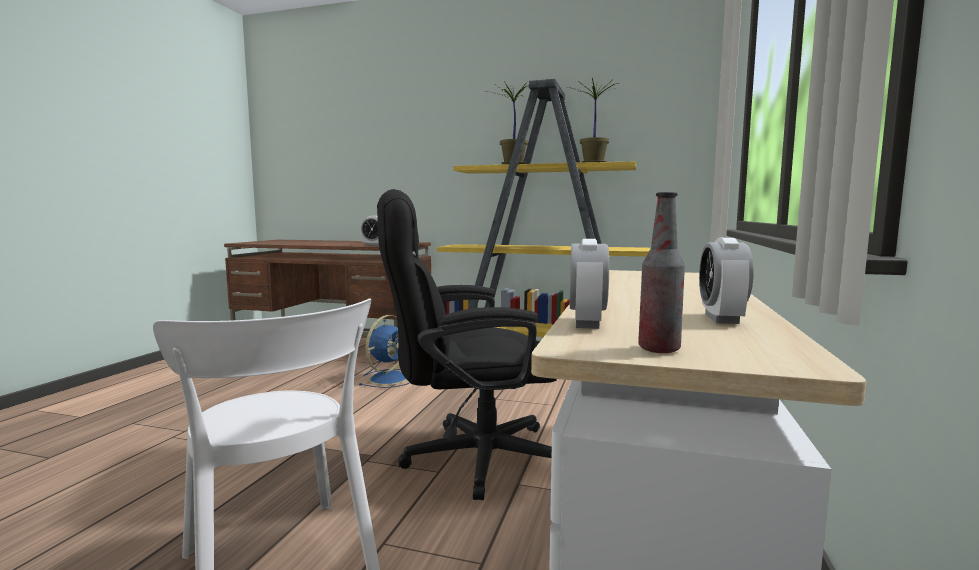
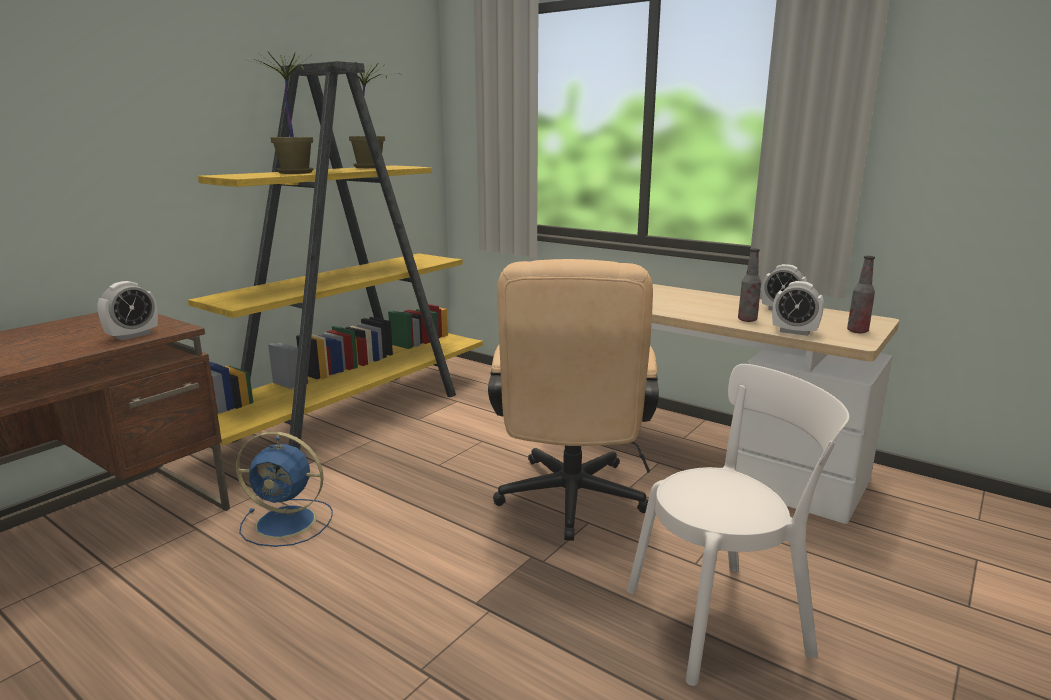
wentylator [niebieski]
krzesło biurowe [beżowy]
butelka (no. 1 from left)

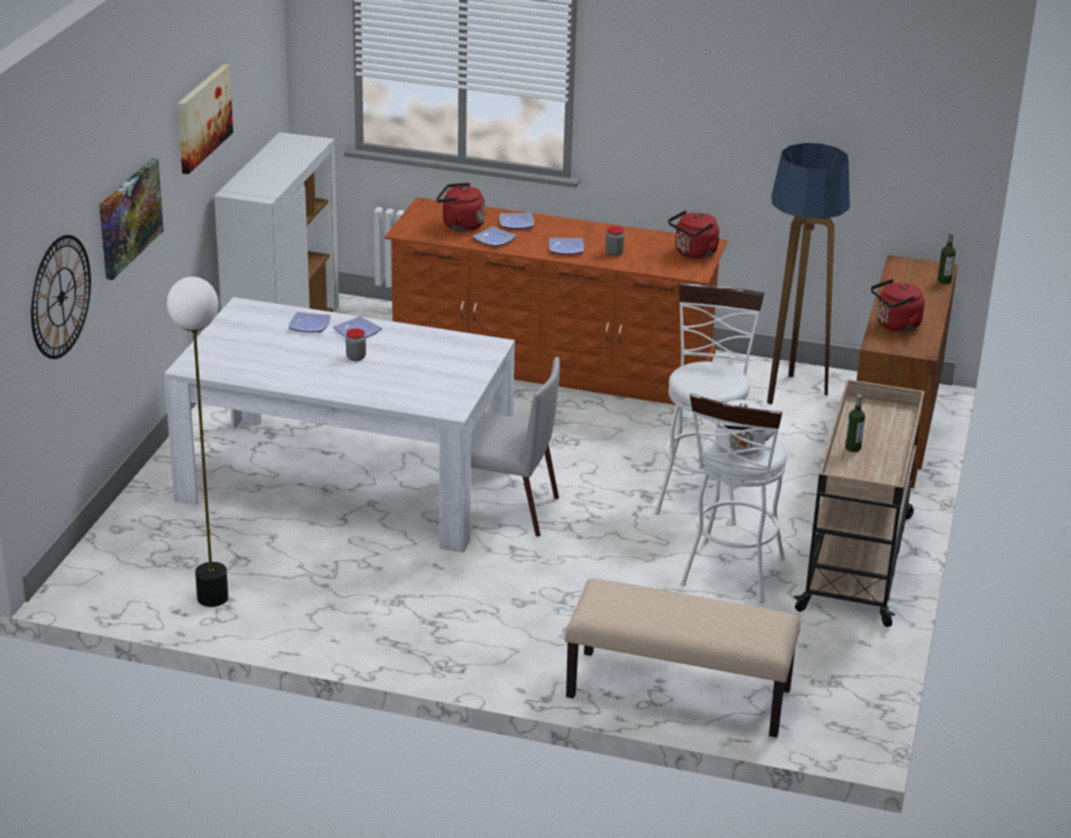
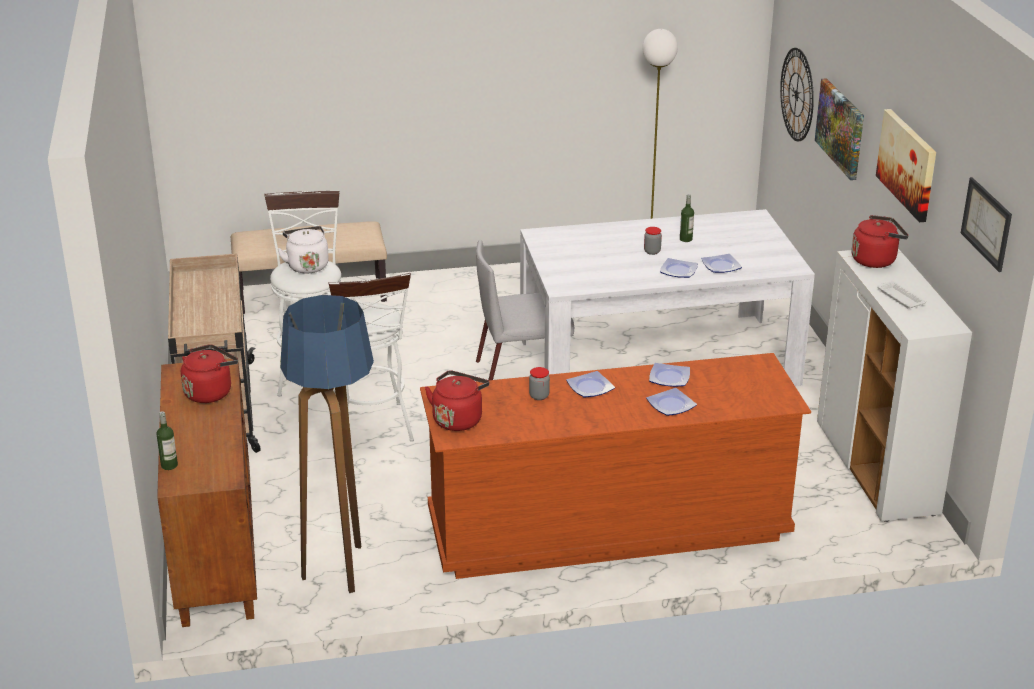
butelka (no. 2 from left)
czajnik [czerwony] (no. 3 from left)
taca [biały]
obraz (no. 3 from left)

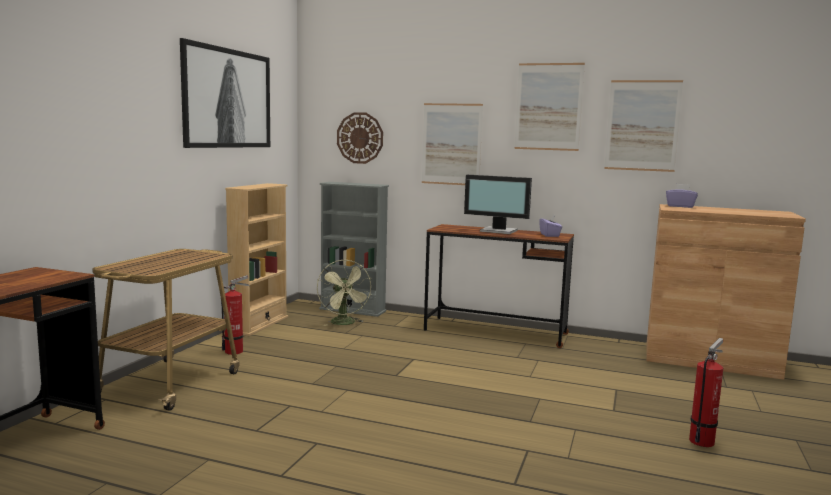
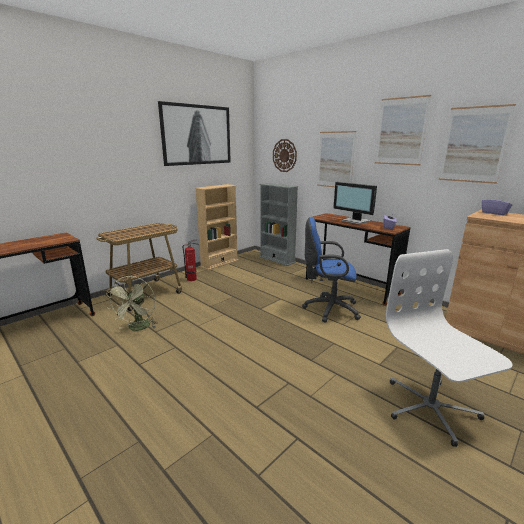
wentylator [zielony]
krzesło biurowe [niebieski]
krzesło biurowe [biały]

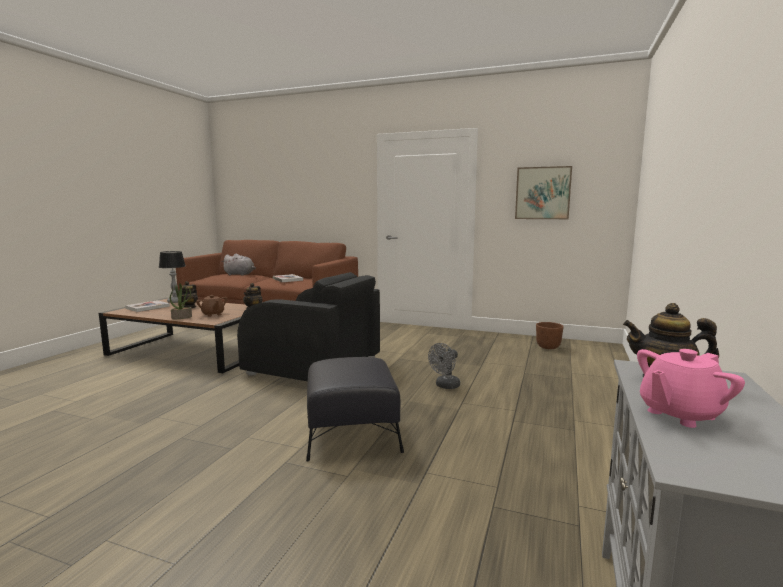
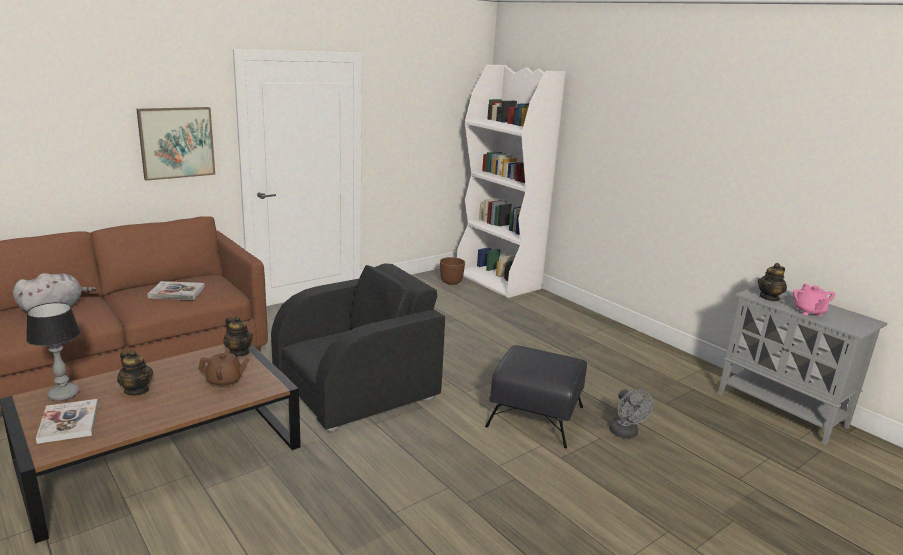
obraz
regał [biały]
wentylator [szary]
roślina doniczkowa

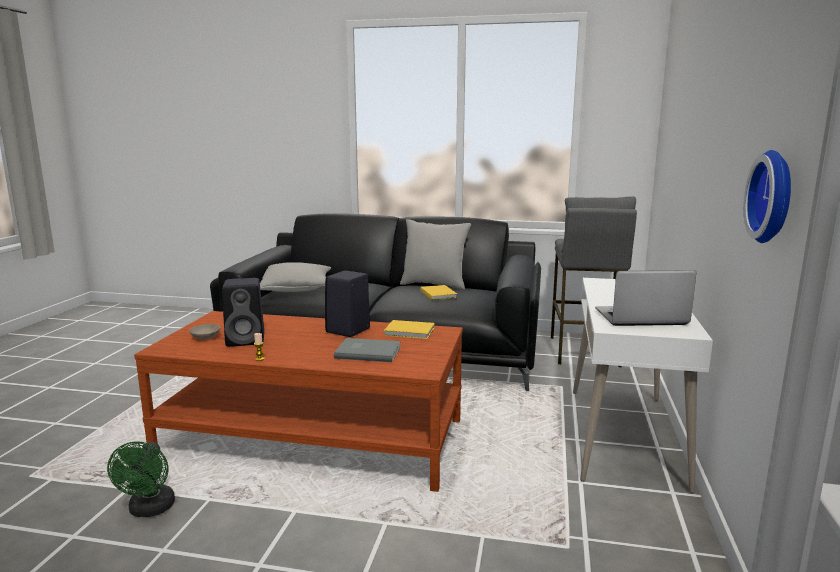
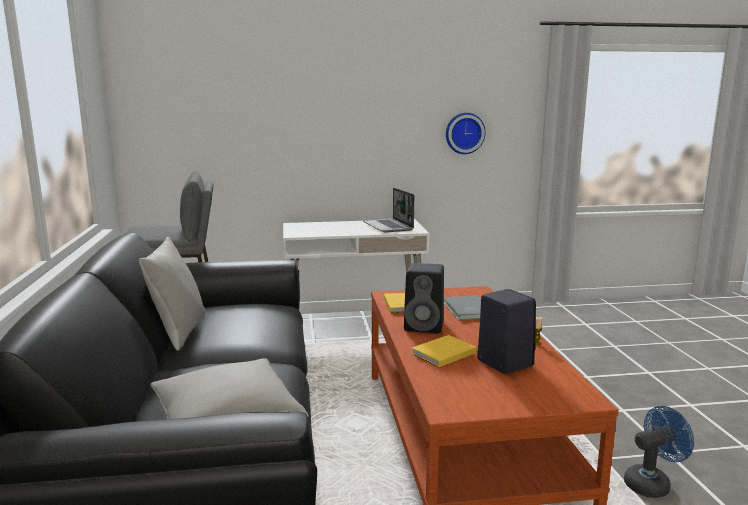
książka [żółty] (no. 2 from left)
wentylator [niebieski]
miska [beżowy]

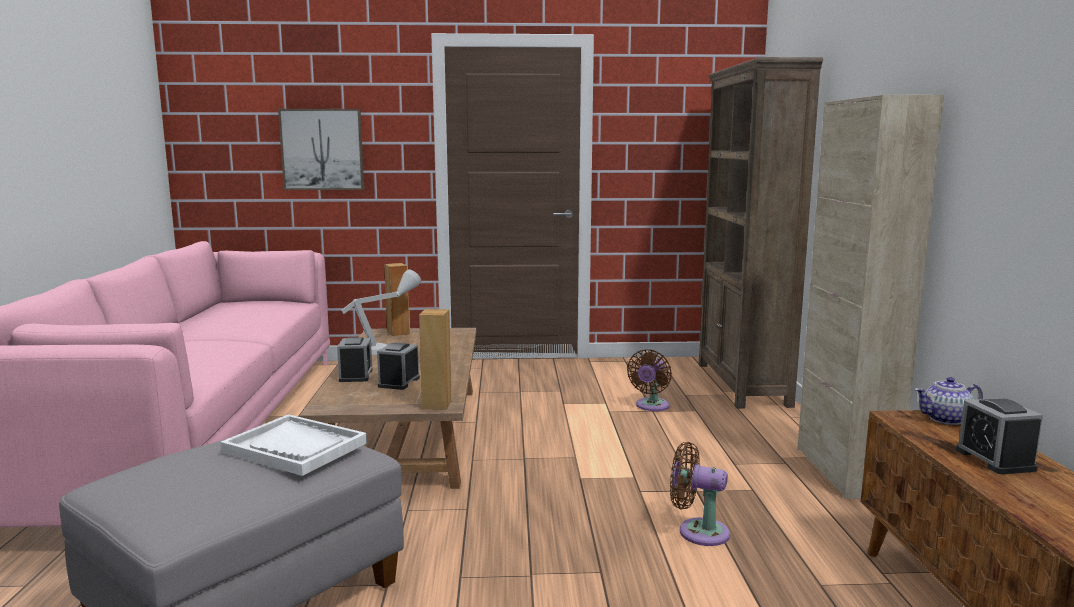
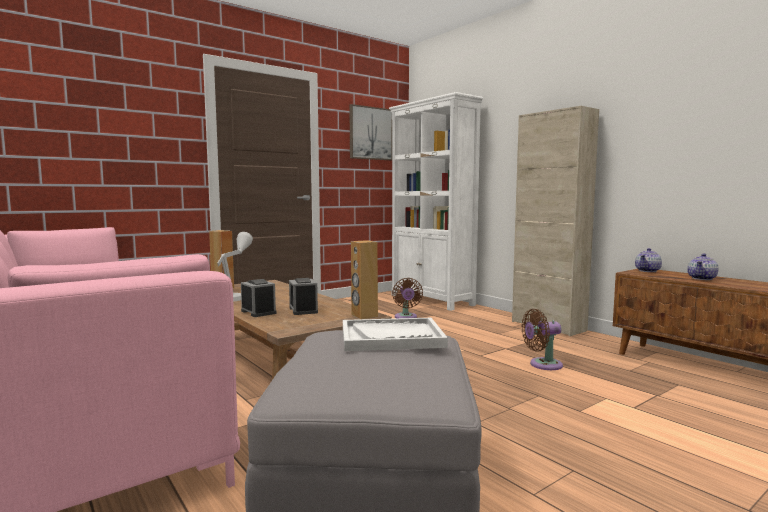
obraz
regał [biały]
imbryk (no. 2 from left)

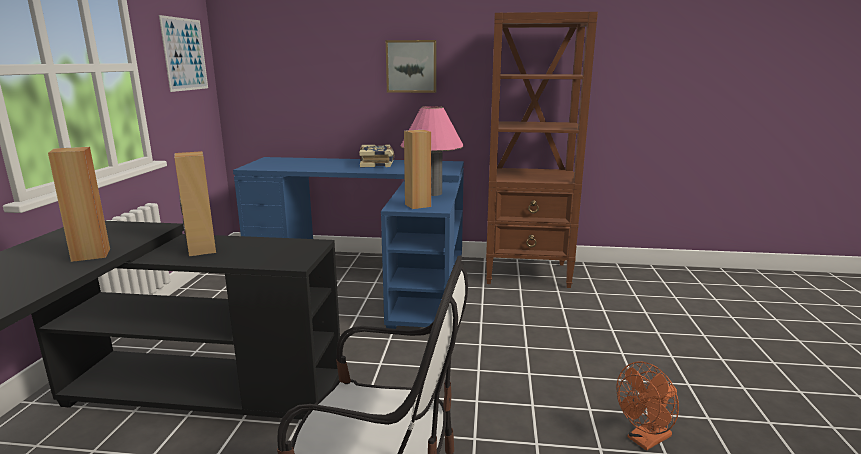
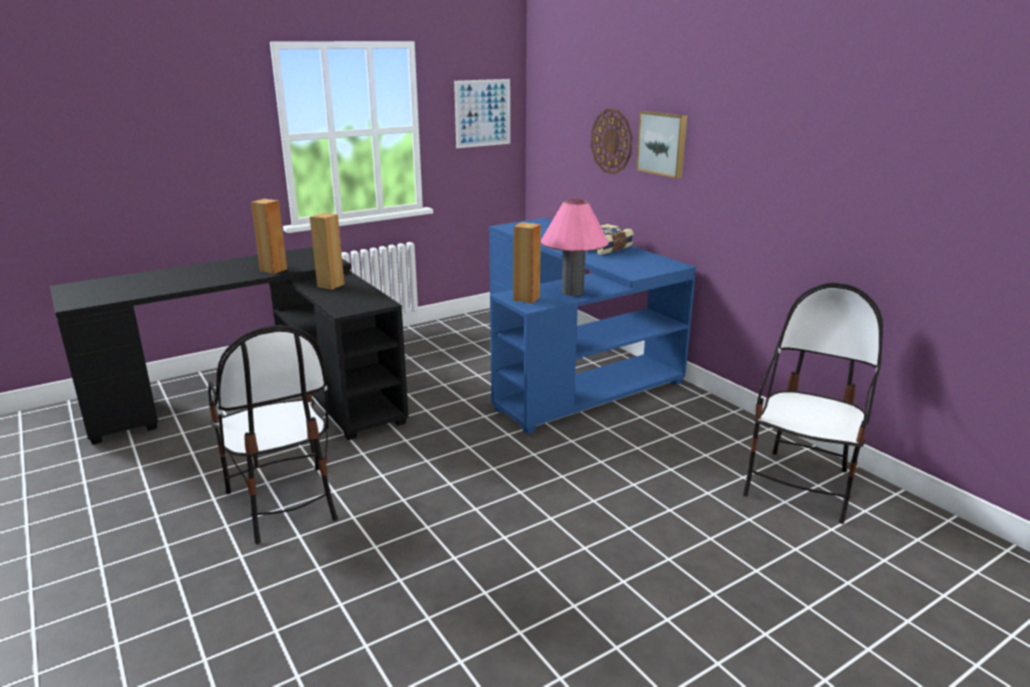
zegar ścienny
krzesło (no. 2 from left)
regał [brązowy]
wentylator [pomarańczowy]

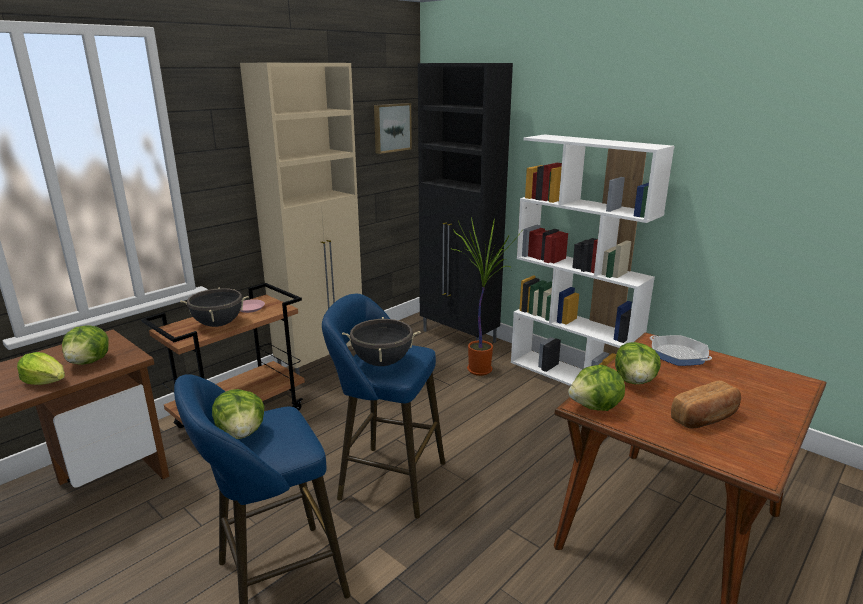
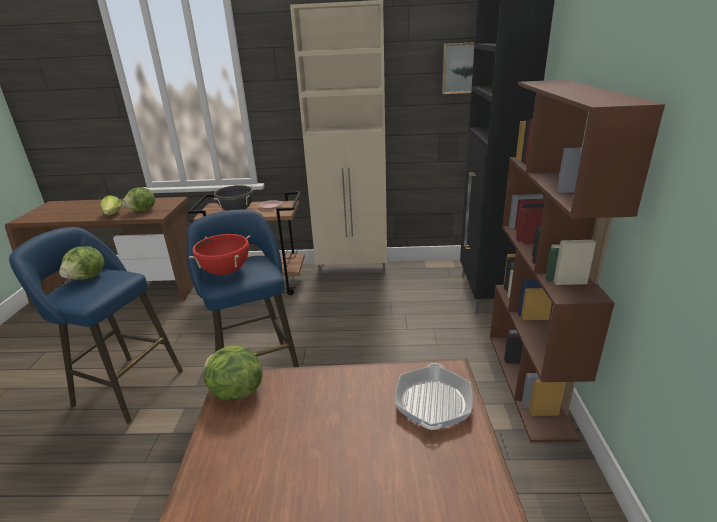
garnek [czerwony]
regał [brązowy]
roślina doniczkowa
sałata (no. 5 from left in the first image)
chleb

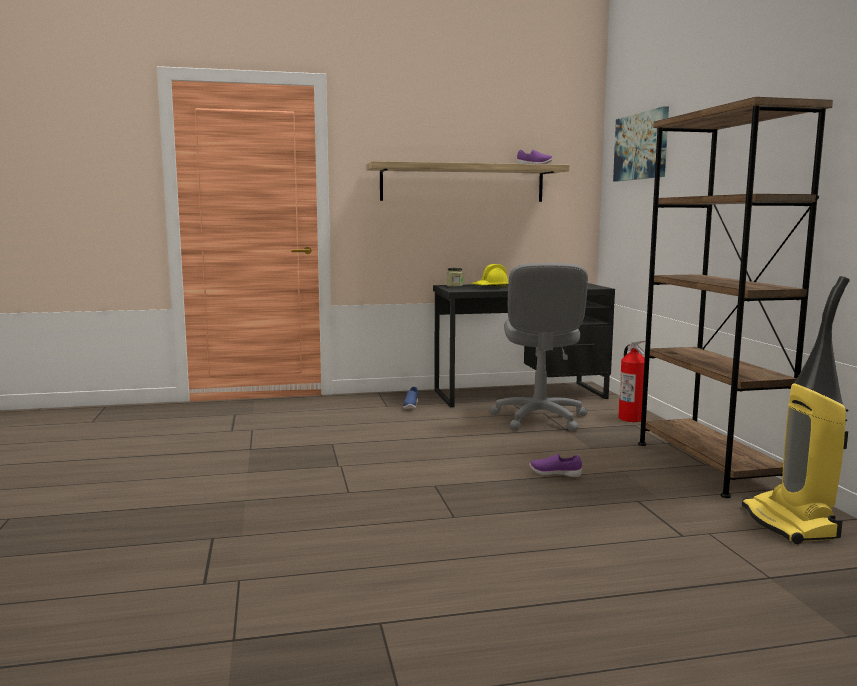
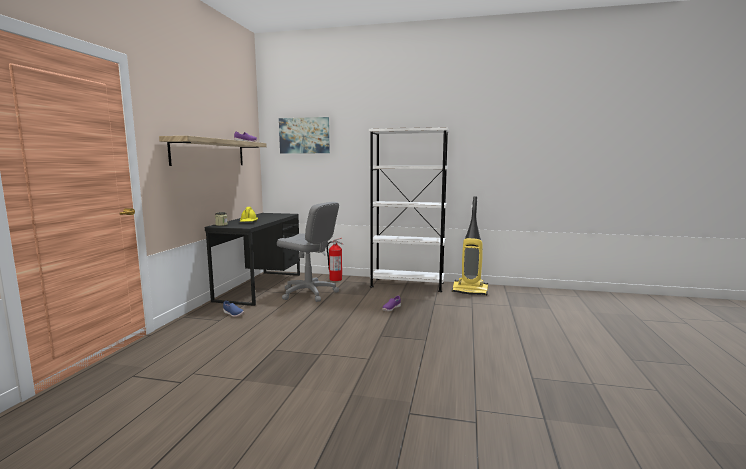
regał [biały]

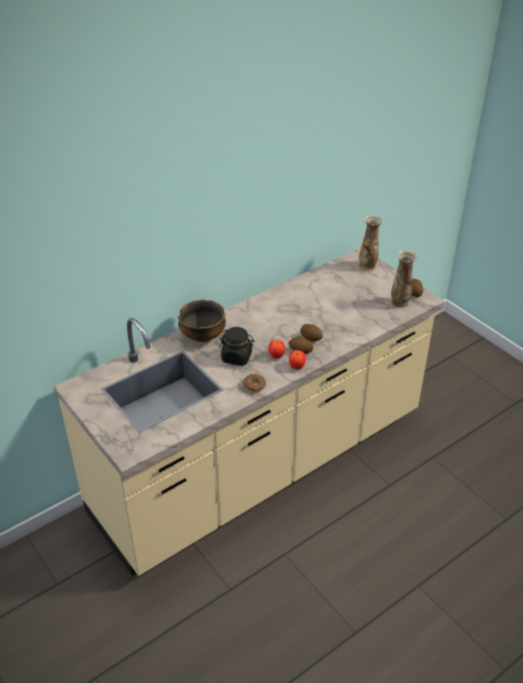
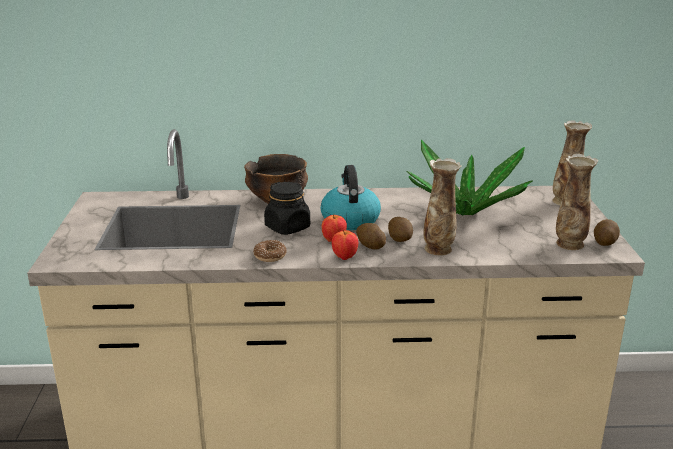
czajnik
roślina doniczkowa
wazon (no. 1 from left)

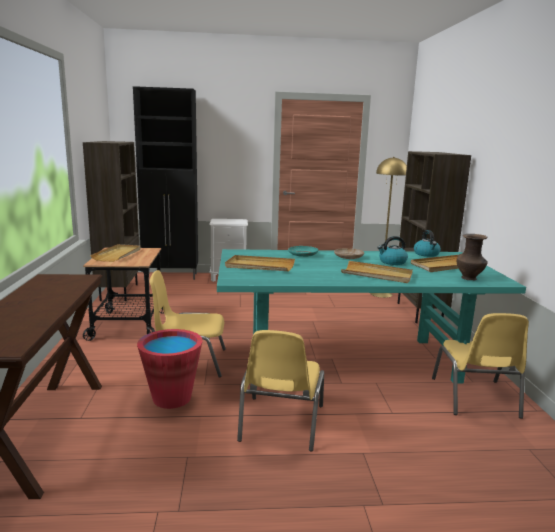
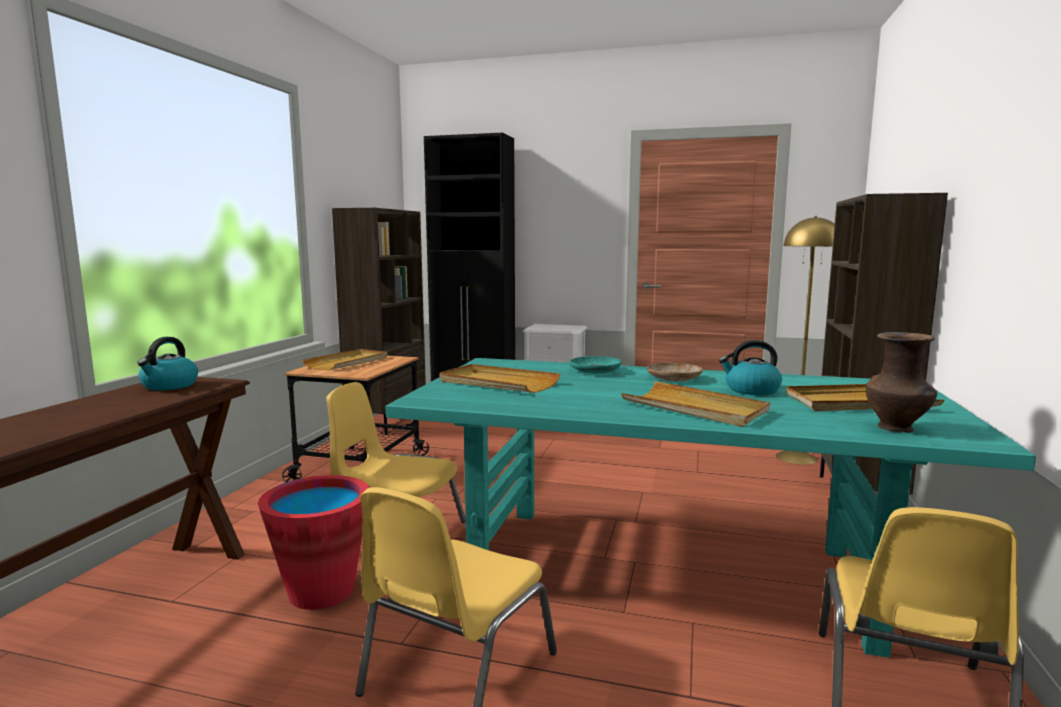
czajnik (no. 1 from left)

